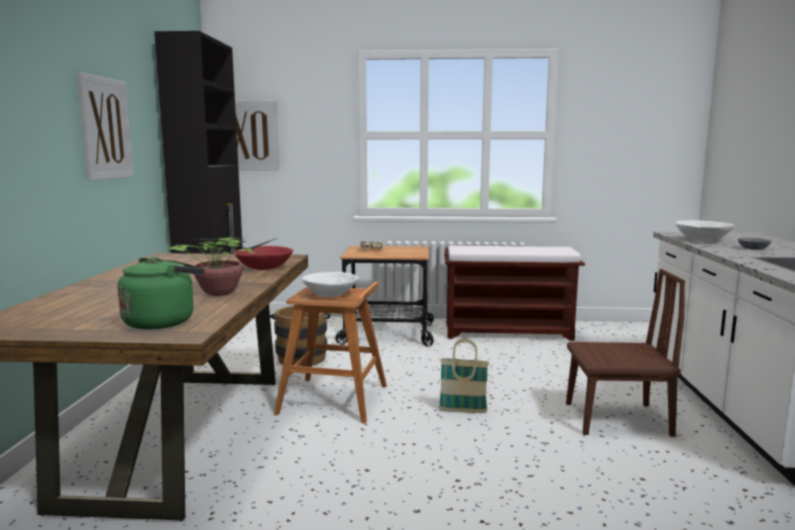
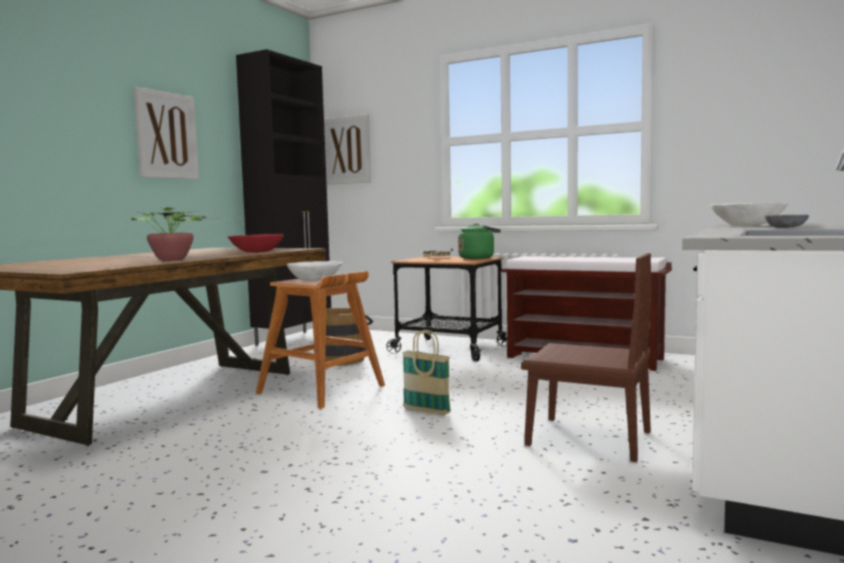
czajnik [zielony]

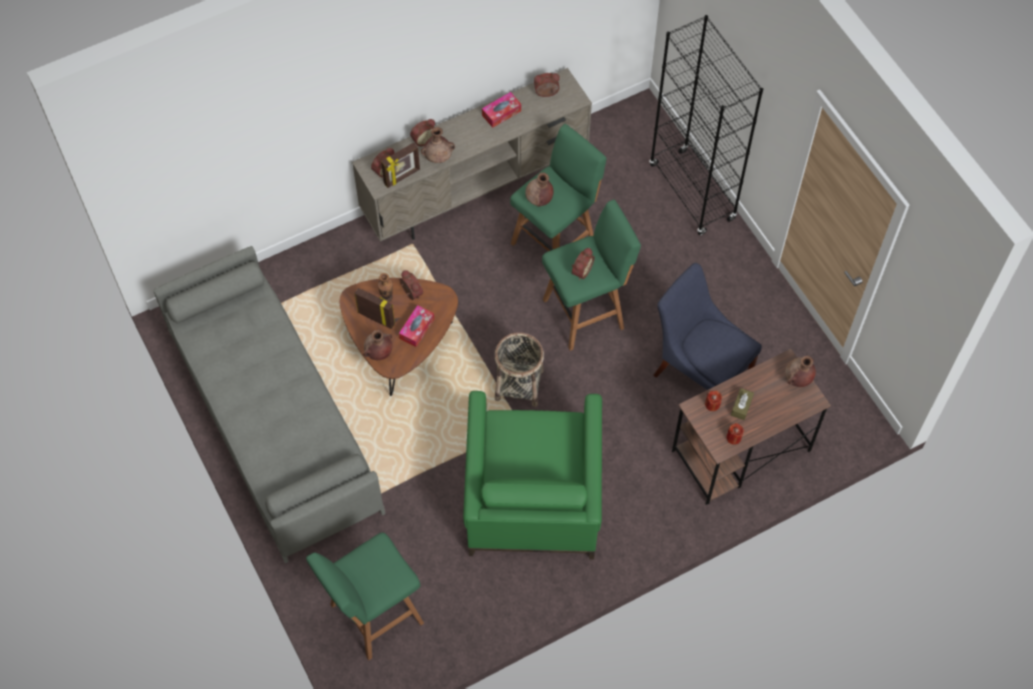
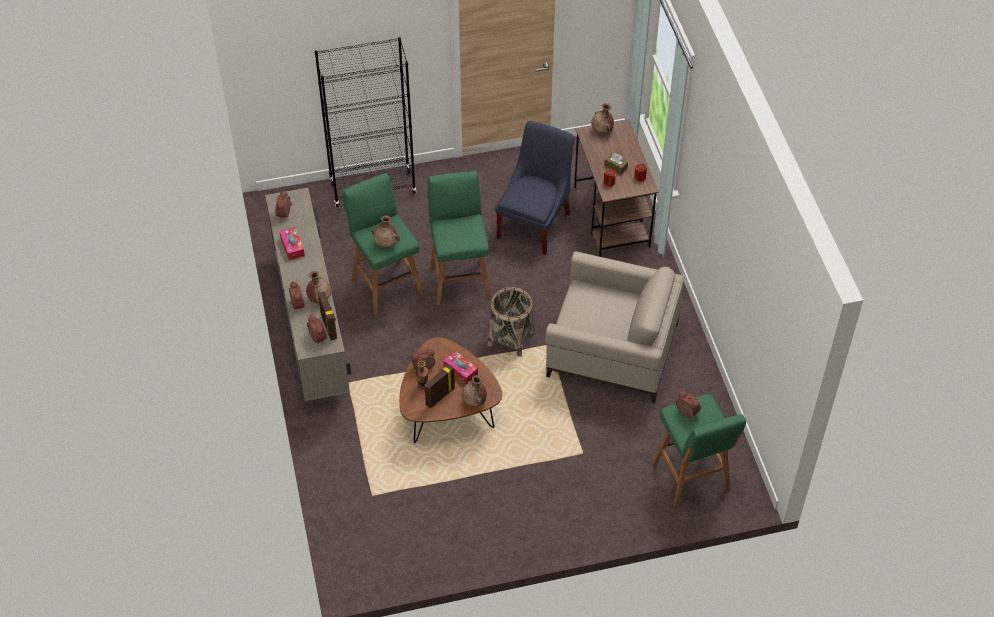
krzesło [niebieski]
fotel [beżowy]
budzik (no. 5 from left)
kanapa [szary]

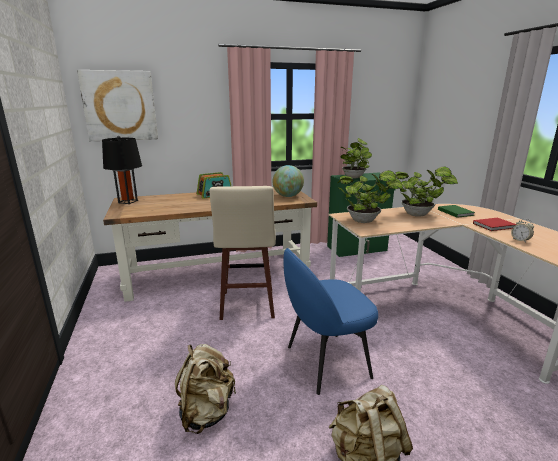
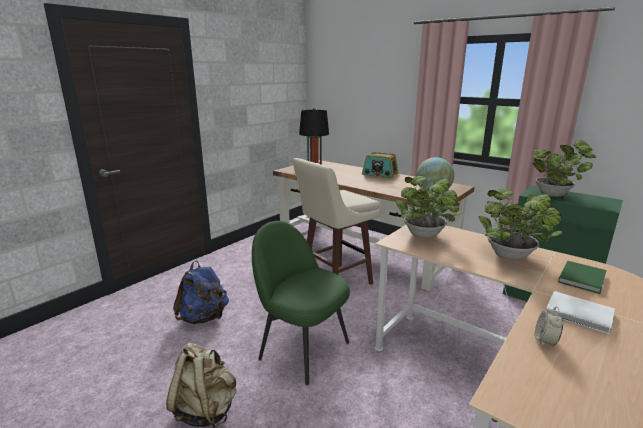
plecak [niebieski]
krzesło [zielony]
książka [biały]
obraz

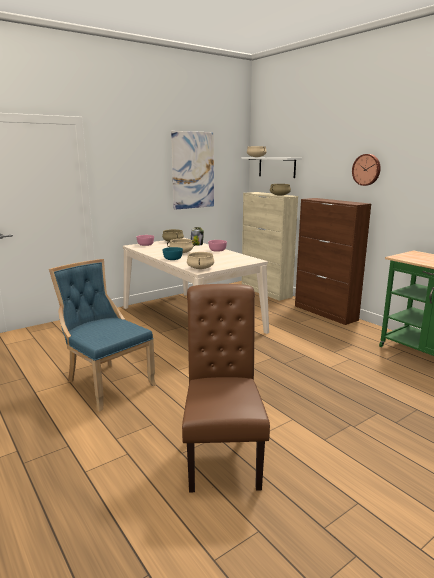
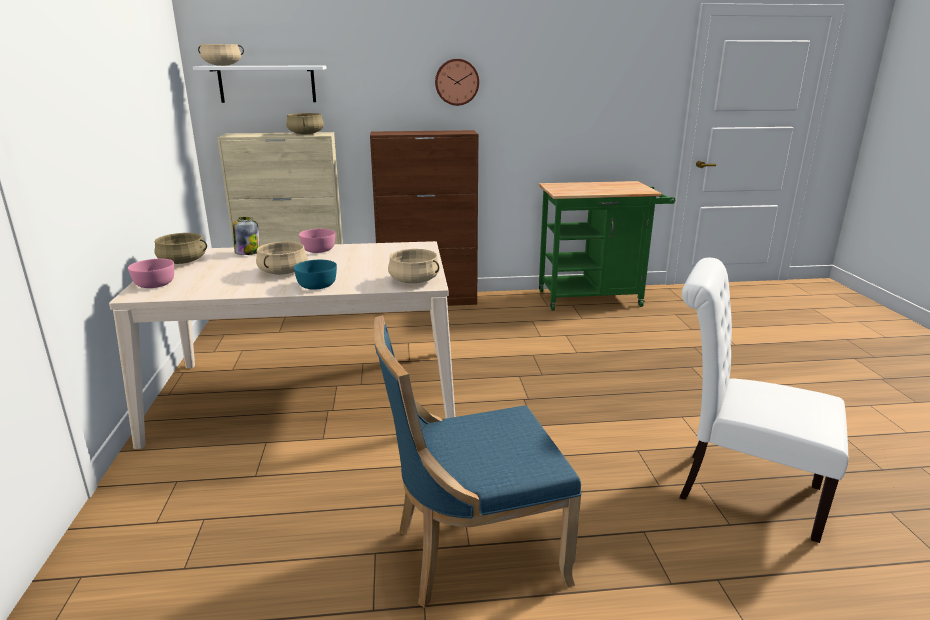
krzesło [biały]
obraz

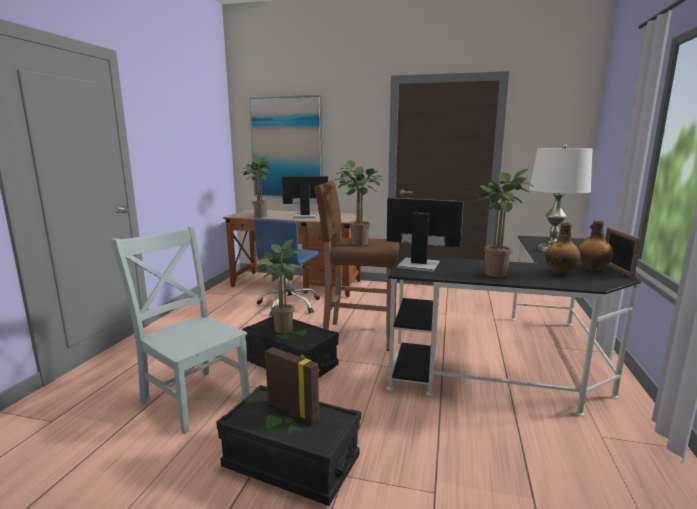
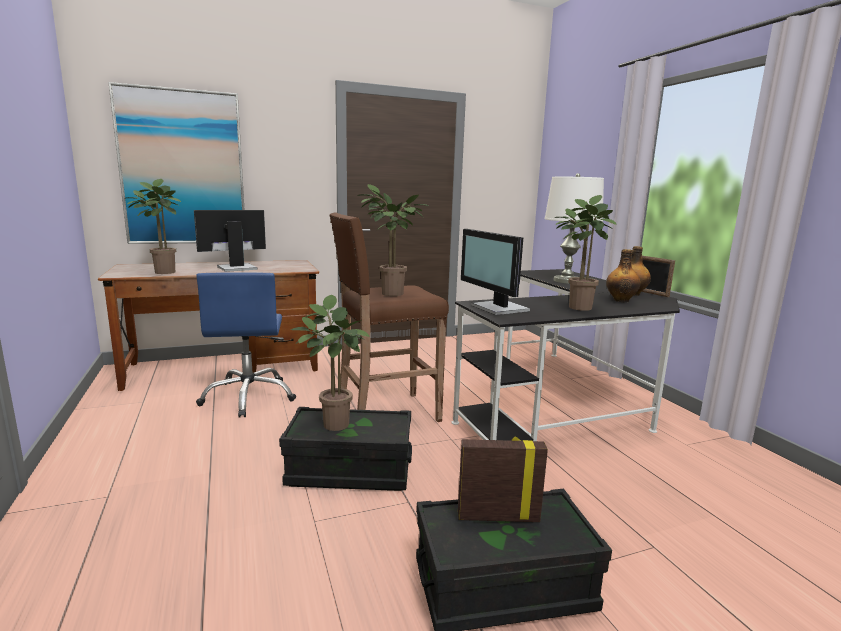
monitor (no. 2 from left)
krzesło [szary]

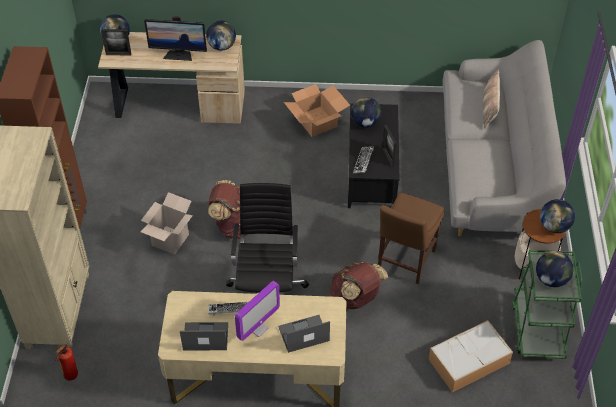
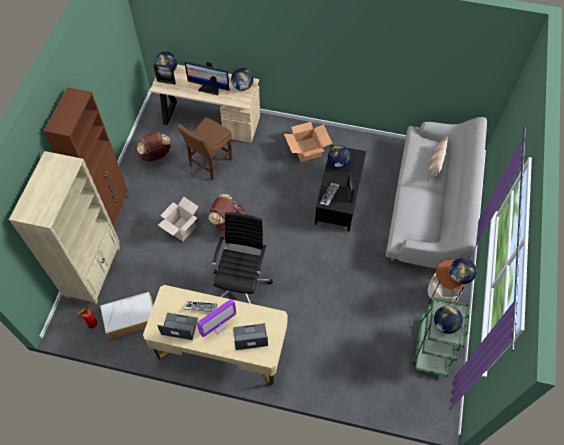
pojemnik do przechowywania
plecak [brązowy] (no. 1 from left)
krzesło [brązowy]

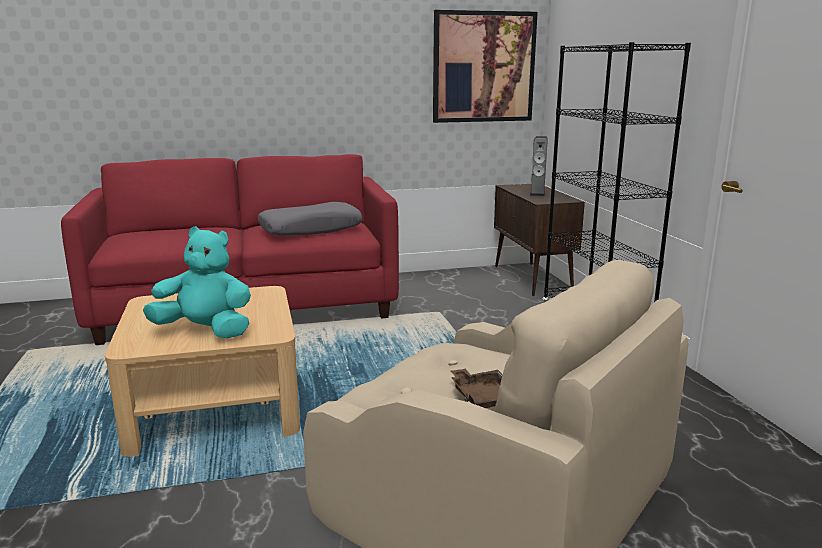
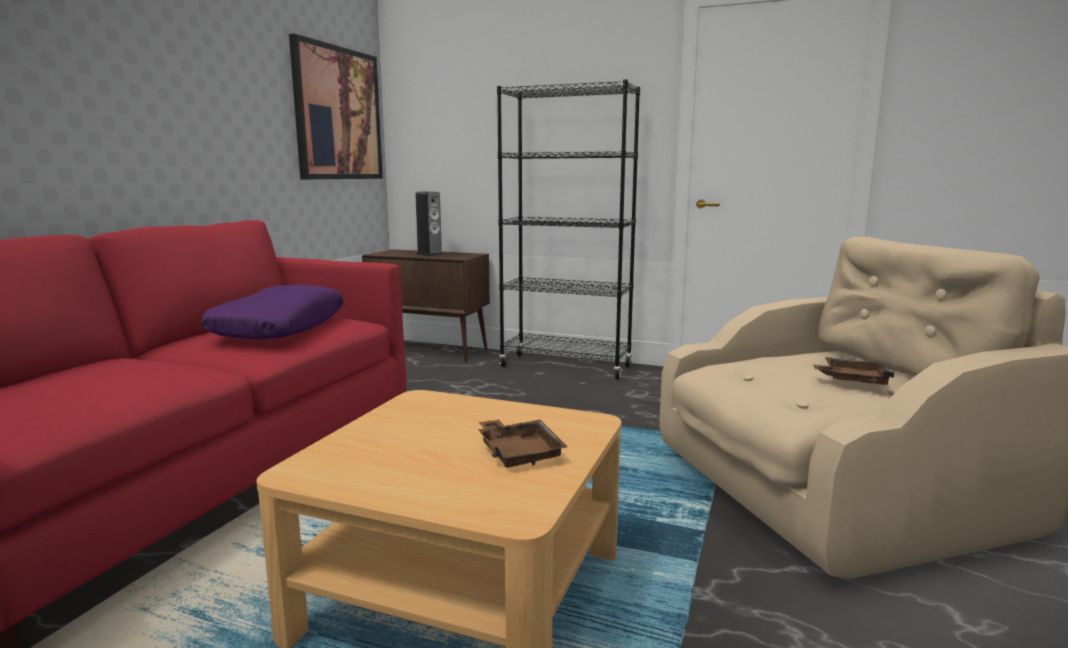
poduszka [fioletowy]
taca [brązowy] (no. 1 from left)

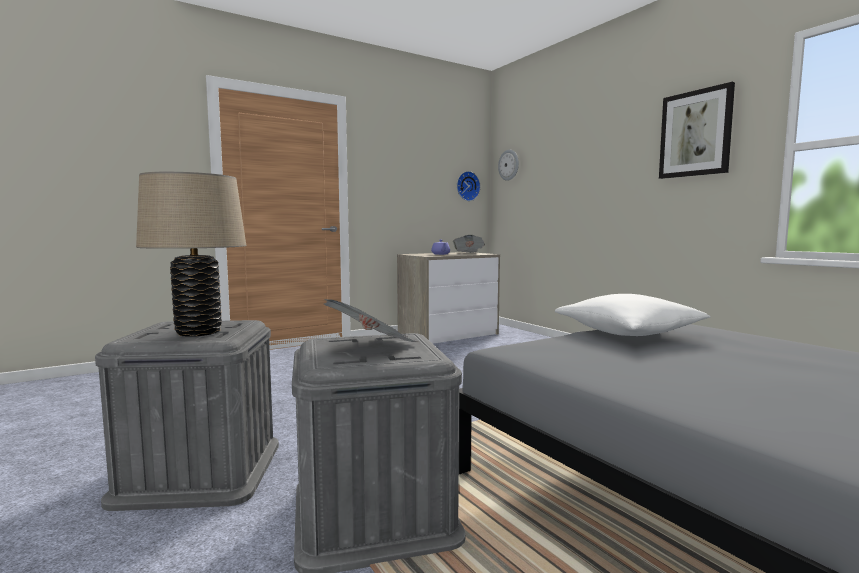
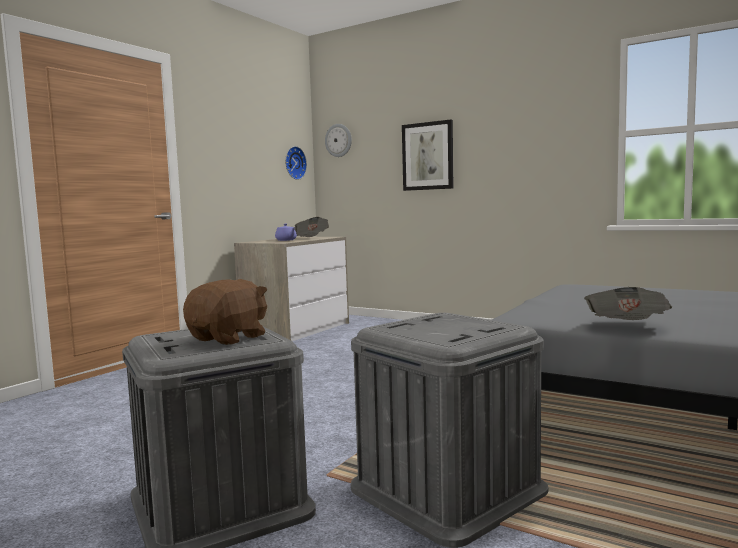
pluszak [brązowy]
obraz
gazeta (no. 2 from left)
poduszka [biały]

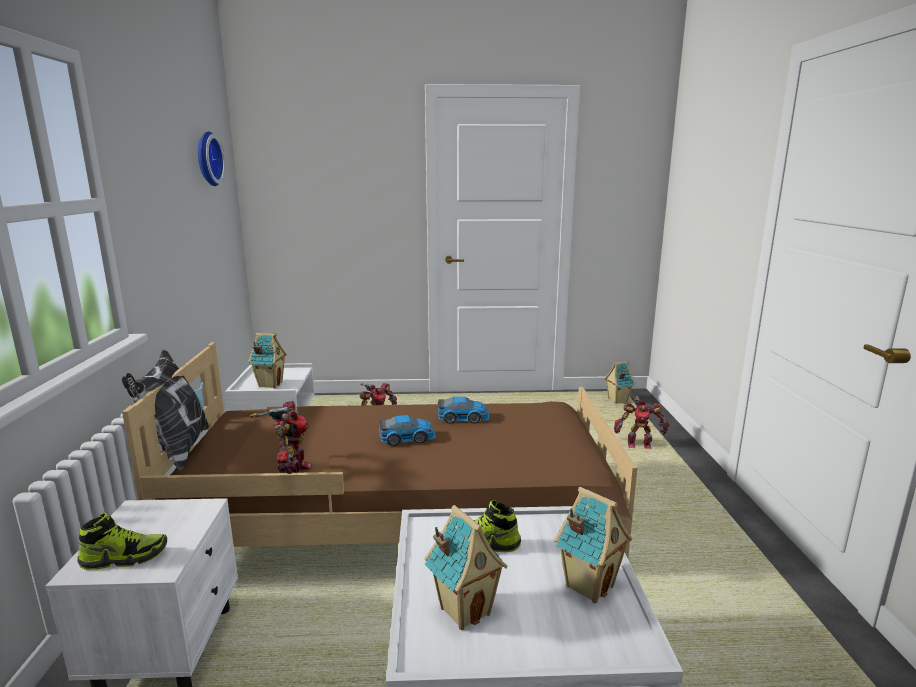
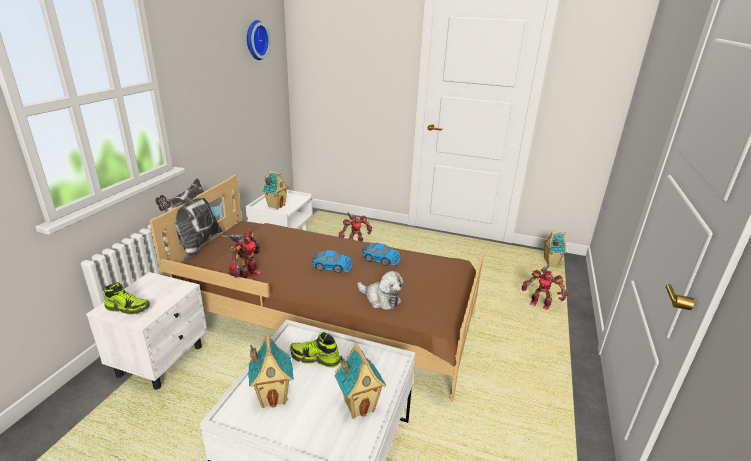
pluszak

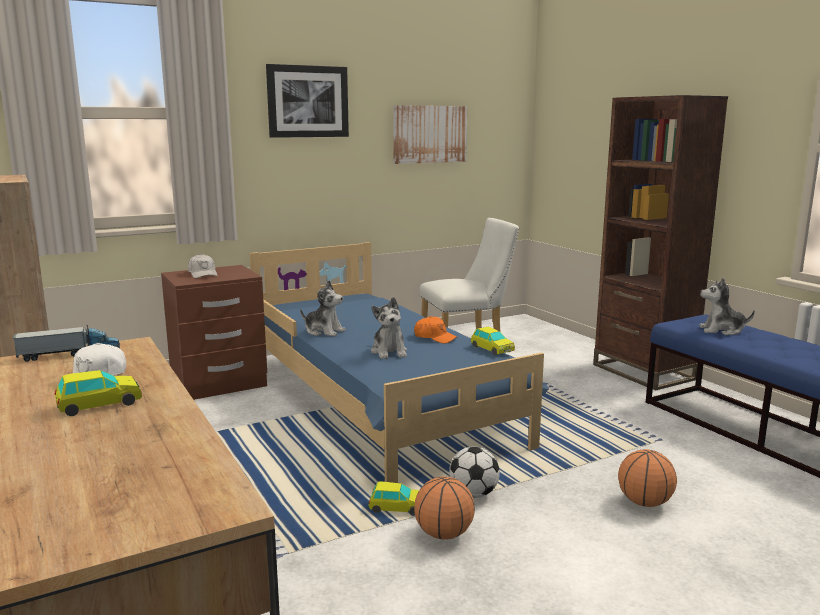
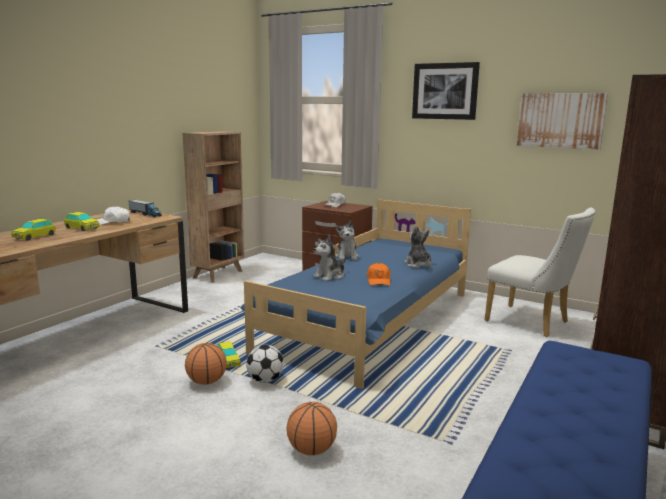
samochodzik (no. 1 from left)
pluszak (no. 3 from left)

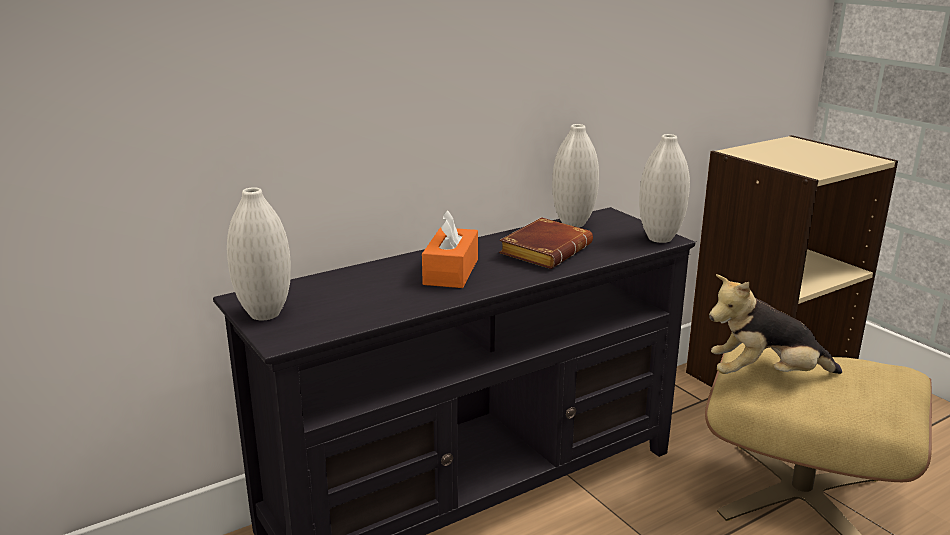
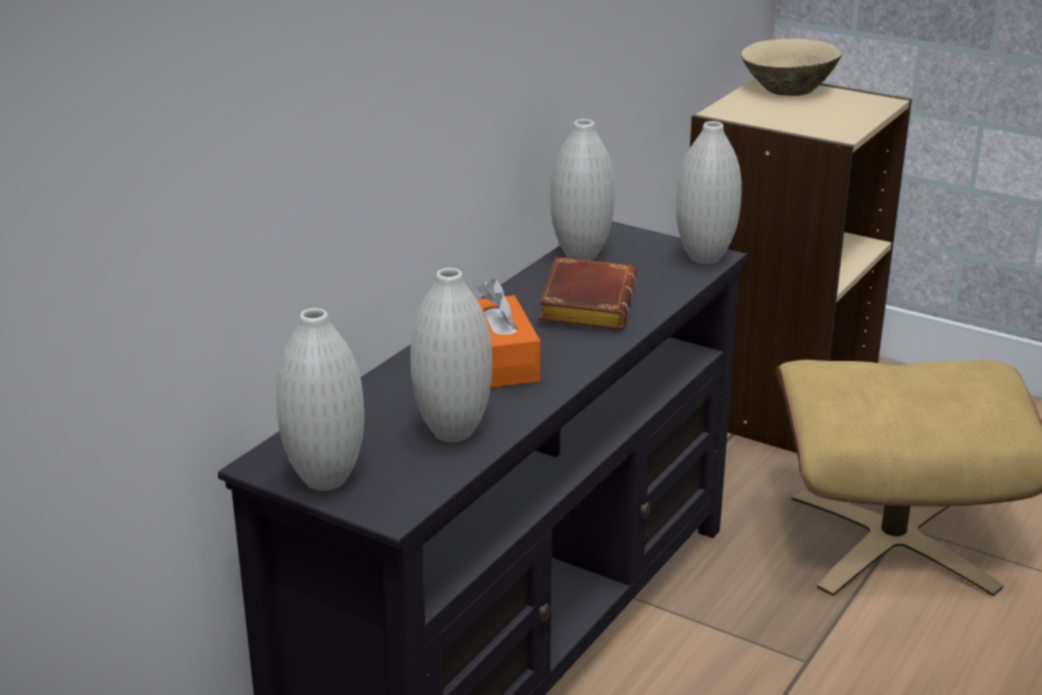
wazon [biały] (no. 2 from left)
miska [beżowy]
pluszak

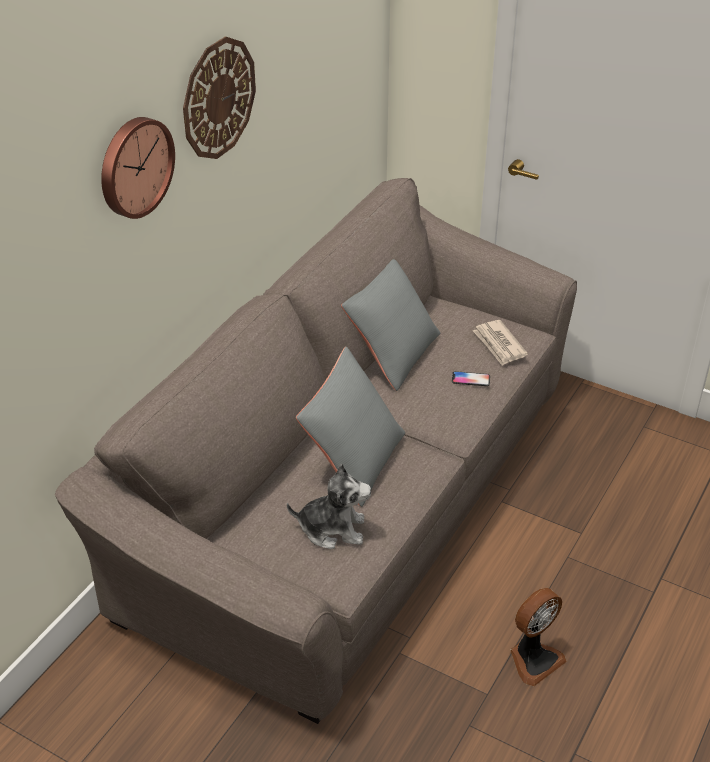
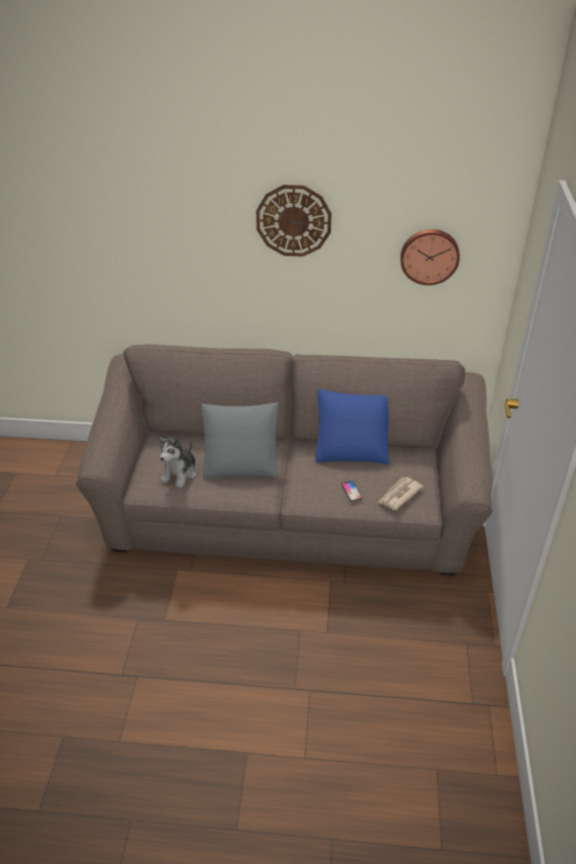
pluszak
poduszka [niebieski]
zegar ścienny (no. 2 from left)
wentylator

